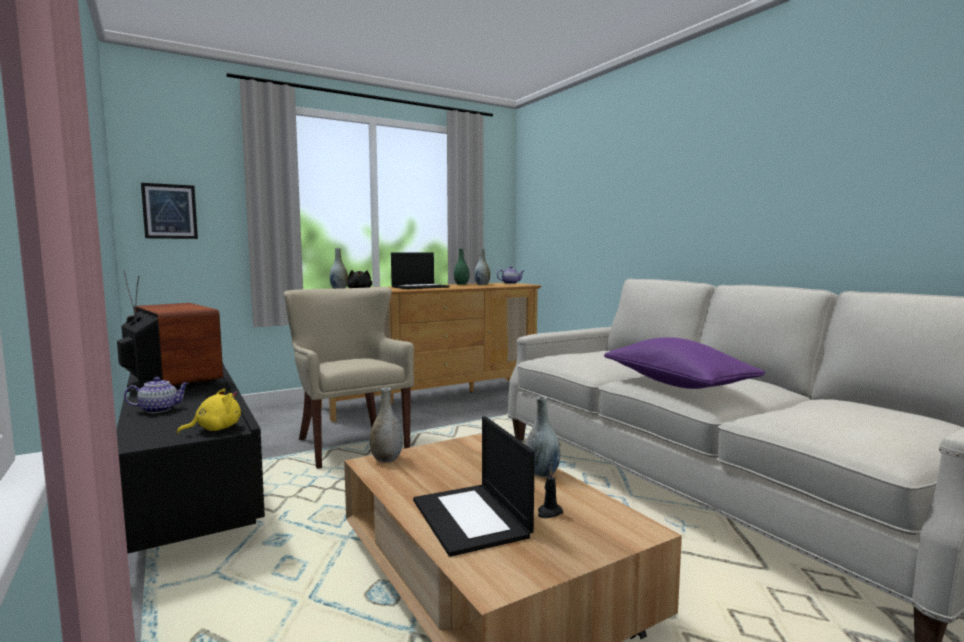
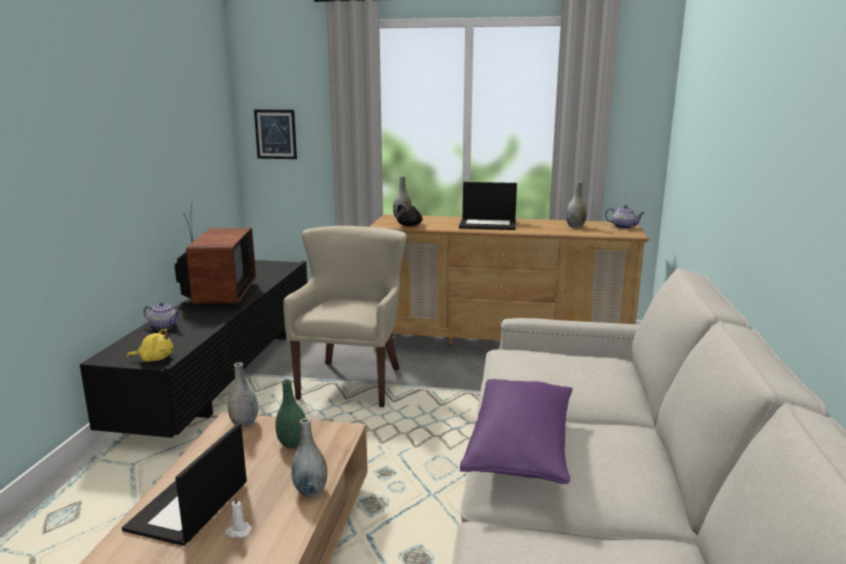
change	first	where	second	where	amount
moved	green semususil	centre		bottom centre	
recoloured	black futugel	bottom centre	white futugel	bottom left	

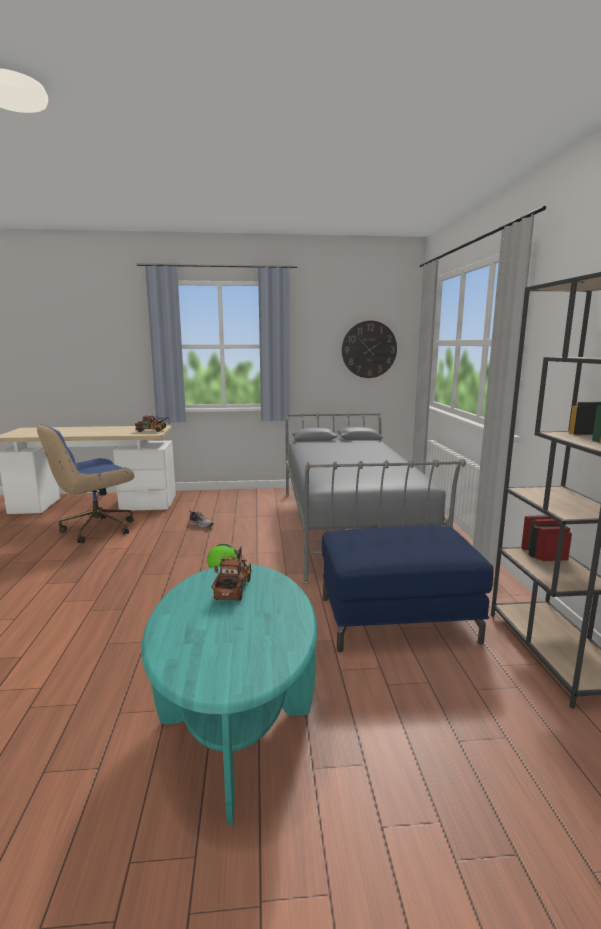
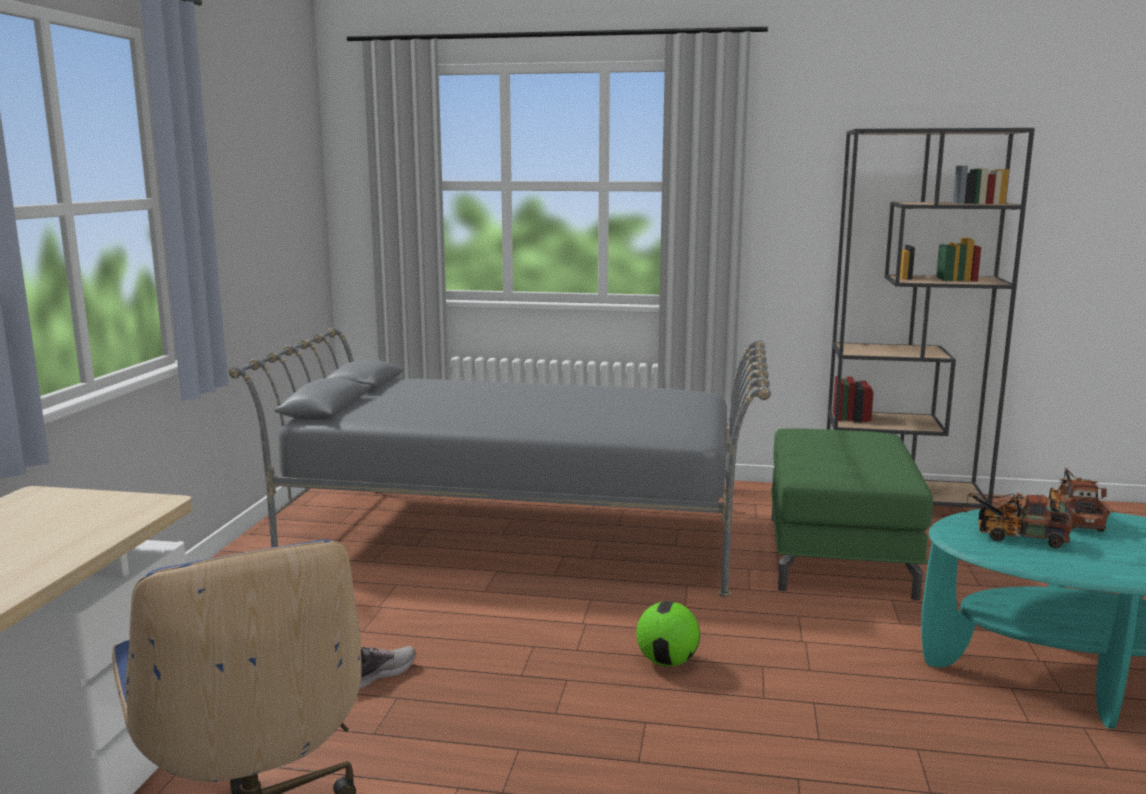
change	first	where	second	where	amount
removed	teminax	centre			
moved	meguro (1st from left in the first image)	middle left	meguro (2nd from left)	middle right	
recoloured	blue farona	middle right	green farona	middle right	

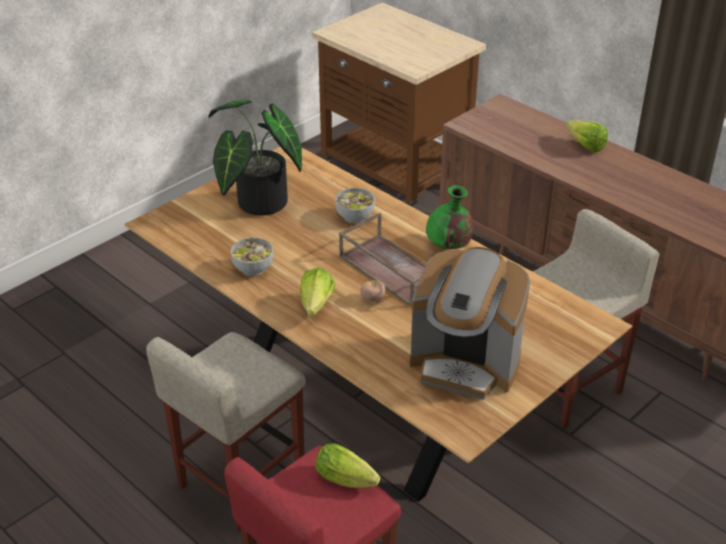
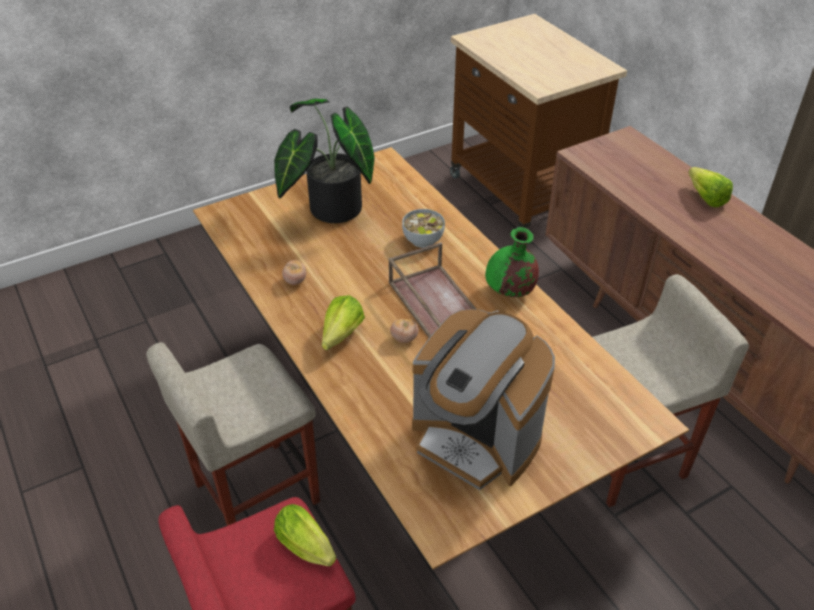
change	first	where	second	where	amount
replaced	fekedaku (1st from left)	centre	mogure (1st from left)	centre	

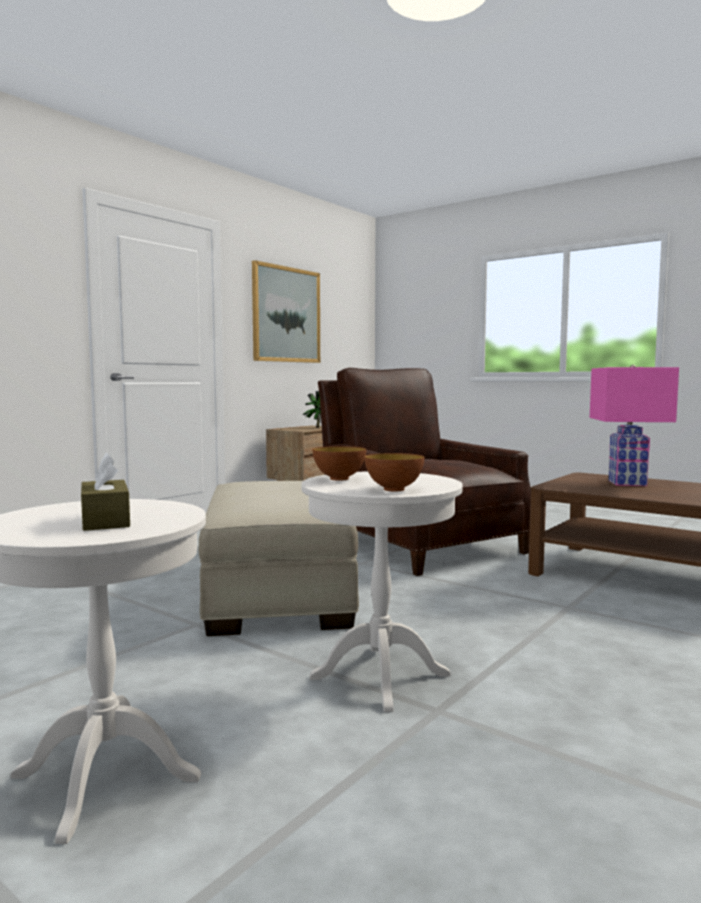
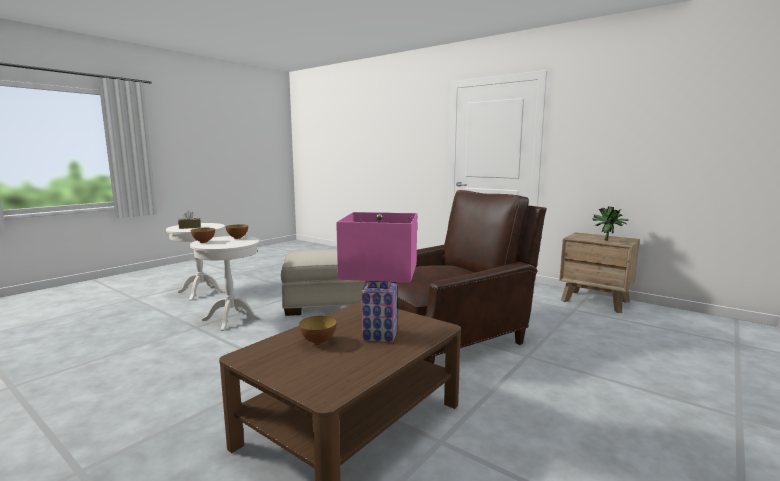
change	first	where	second	where	amount
removed	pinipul	centre			
added			fekedaku (3rd from left)	bottom centre	

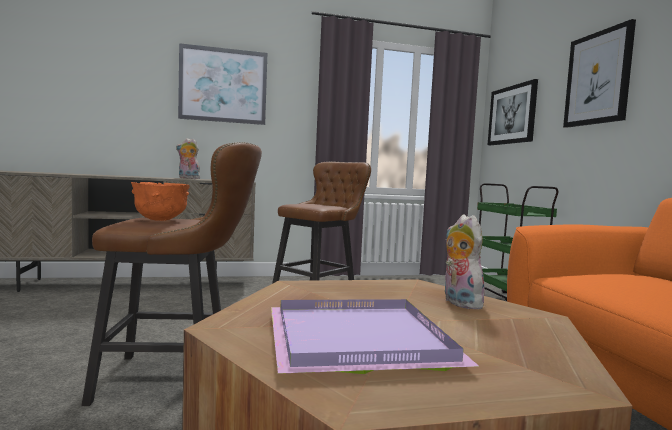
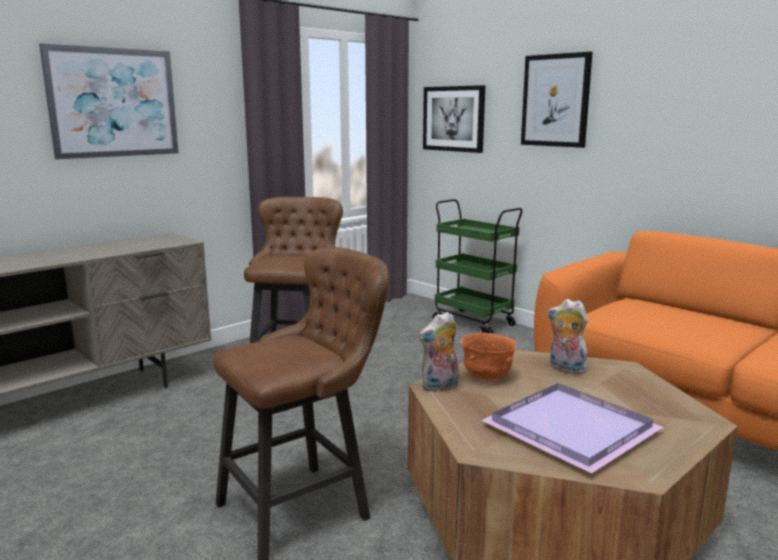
change	first	where	second	where	amount
moved	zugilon (1st from left)	middle left		centre	
moved	orange fekedaku	middle left		centre	

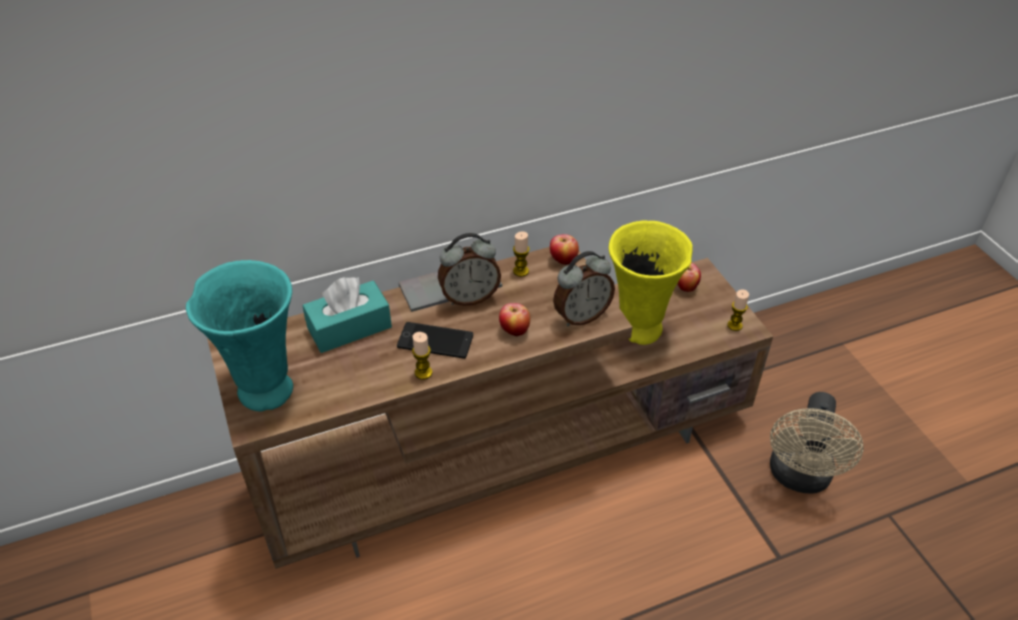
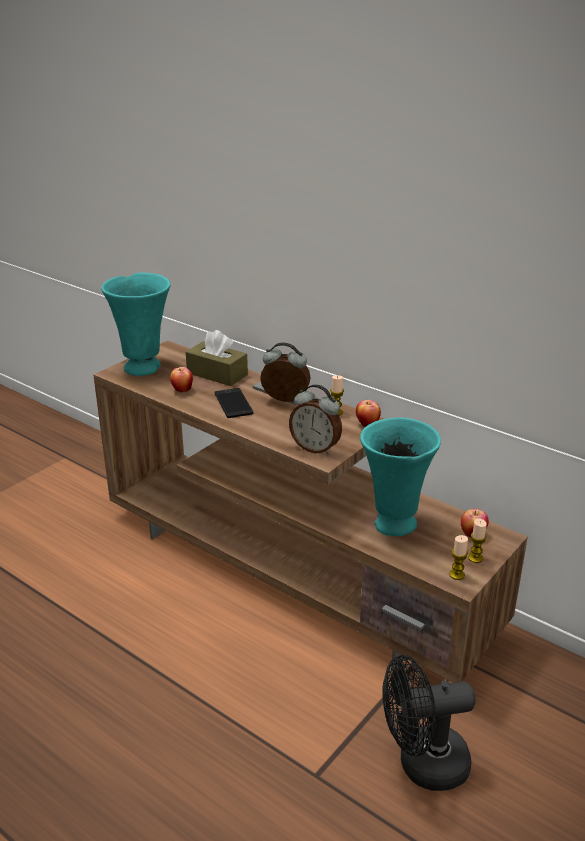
change	first	where	second	where	amount
recoloured	yellow semususil	centre	turquoise semususil (2nd from left)	middle right	
turned	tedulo (1st from left)	centre		centre	150 degrees clockwise
recoloured	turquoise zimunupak	centre	brown zimunupak	centre	
moved	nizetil (1st from left)	centre		middle left	
moved	futugel (1st from left in the first image)	centre	futugel (3rd from left)	middle right	
recoloured	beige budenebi	bottom right	black budenebi	bottom right	

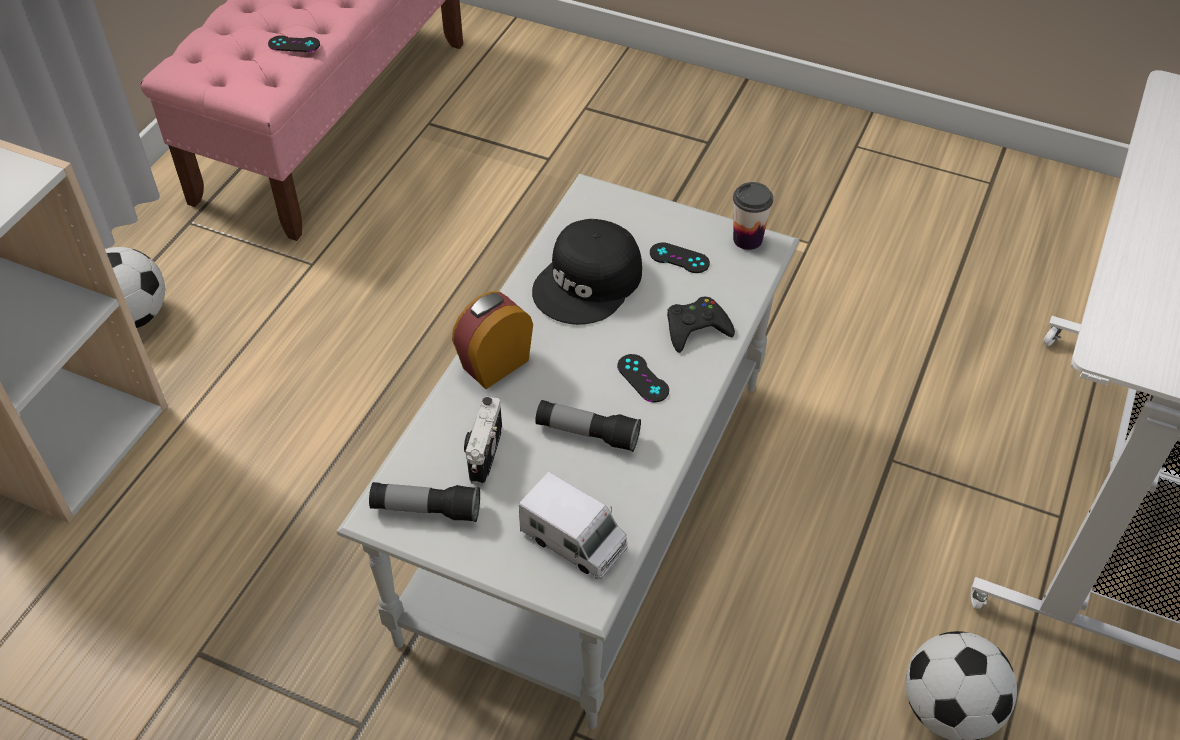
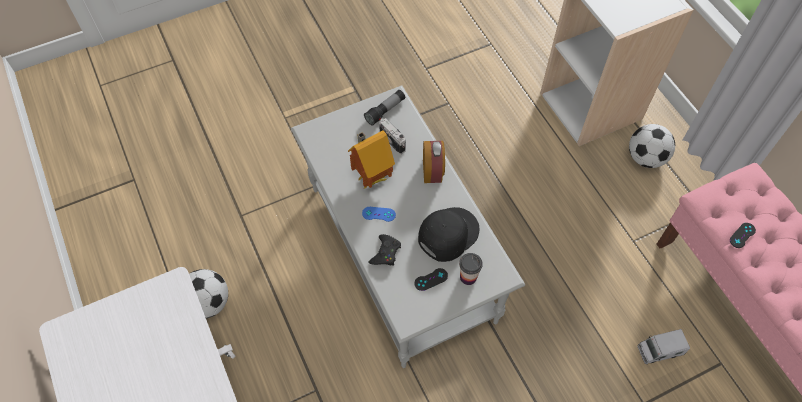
change	first	where	second	where	amount
moved	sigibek	top centre		bottom centre	
turned	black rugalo	centre		centre	60 degrees clockwise
recoloured	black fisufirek (2nd from left)	centre	blue fisufirek	centre	
replaced	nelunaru (2nd from left)	centre	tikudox	centre	
moved	meguro	bottom centre		bottom right	

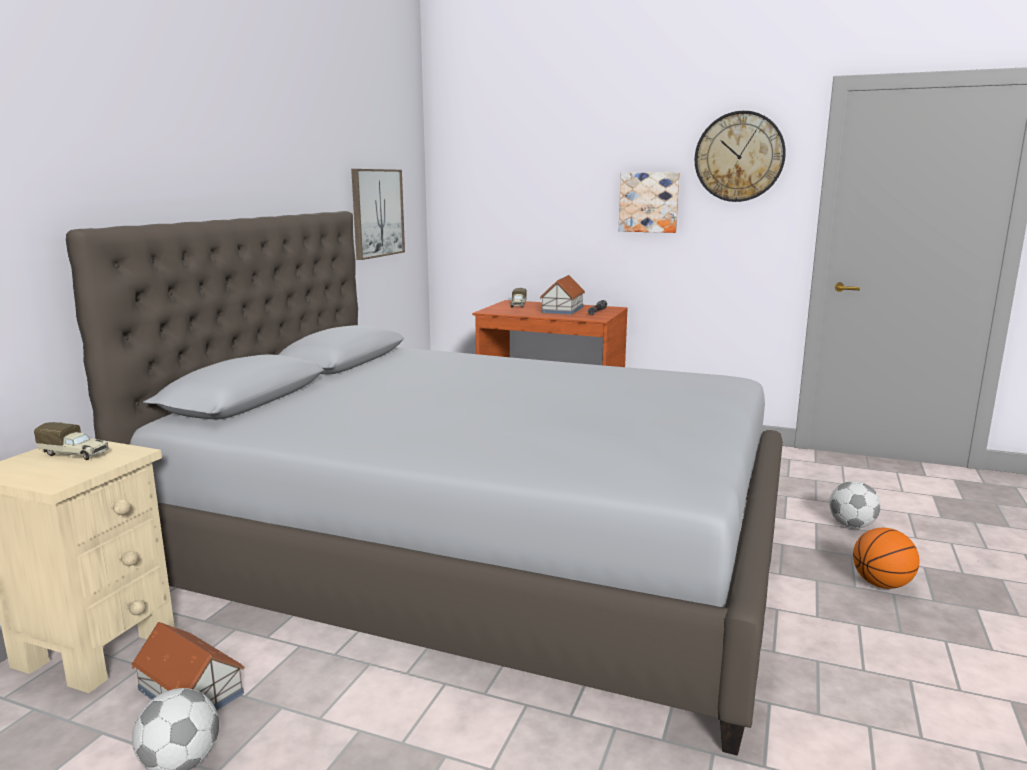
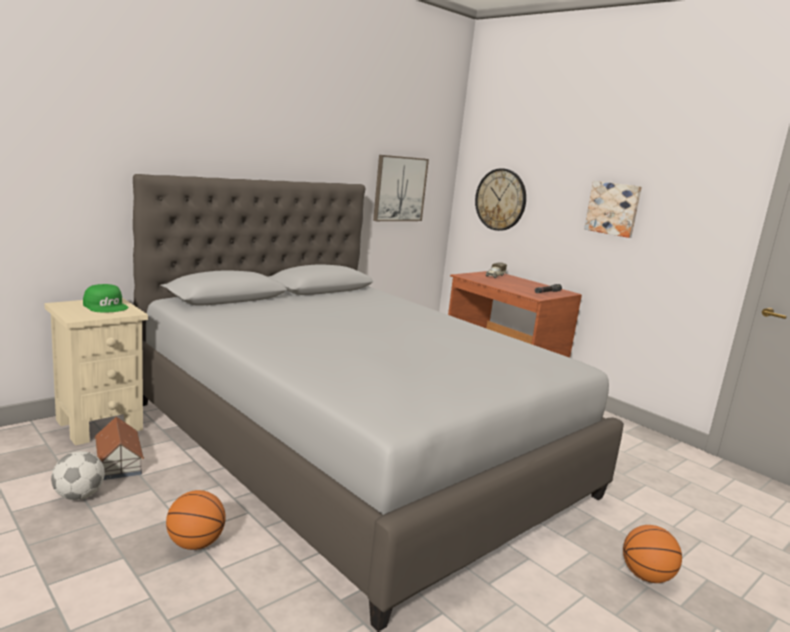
change	first	where	second	where	amount
moved	teminax	top right		top centre	
removed	tikudox (2nd from left)	centre			
replaced	meguro (1st from left)	middle left	green rugalo	middle left	
removed	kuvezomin (2nd from left)	middle right			
added			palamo (1st from left)	bottom left	

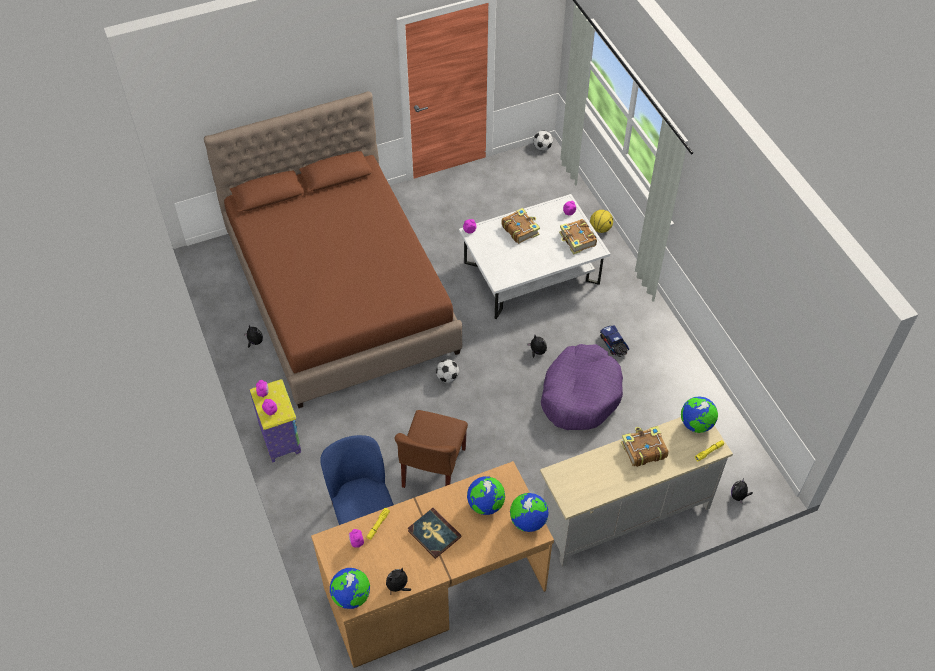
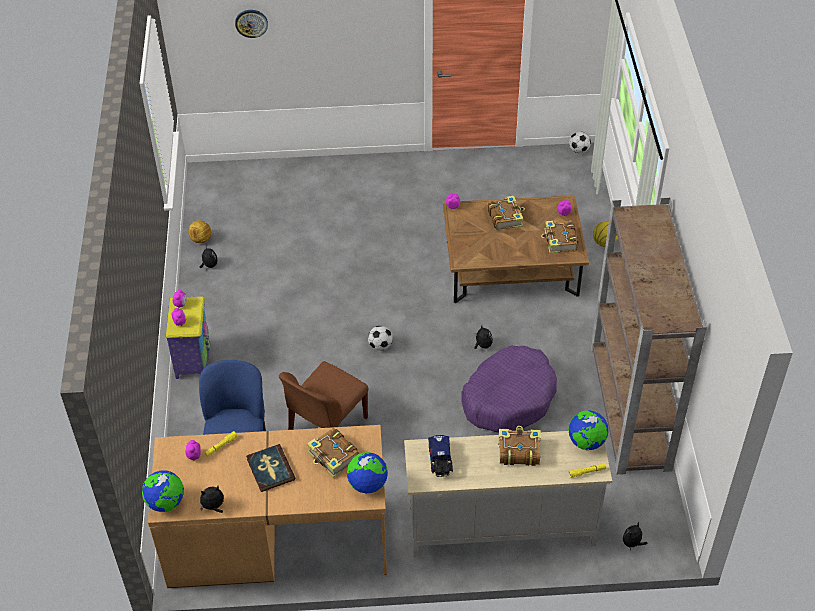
change	first	where	second	where	amount
removed	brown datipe	centre			
recoloured	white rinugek	centre	brown rinugek	centre	
moved	meguro	centre		bottom centre	
replaced	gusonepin (2nd from left)	bottom centre	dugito (2nd from left)	bottom centre	
added			teminax	top left	
added			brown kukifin	middle right	
added			kuvezomin (1st from left)	middle left	

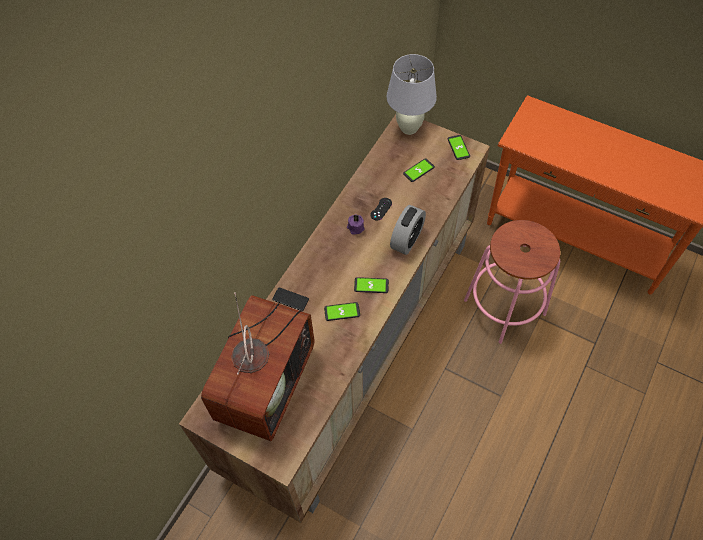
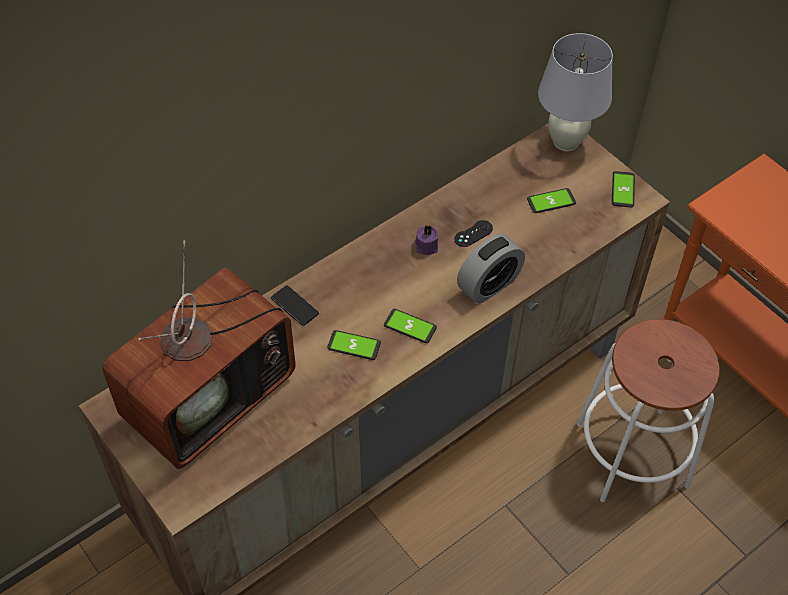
change	first	where	second	where	amount
recoloured	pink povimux	middle right	white povimux	bottom right	

